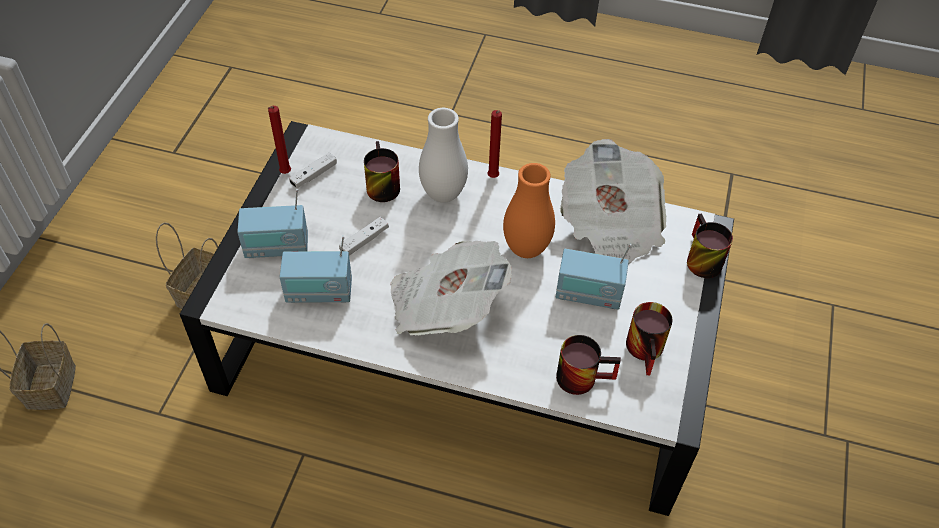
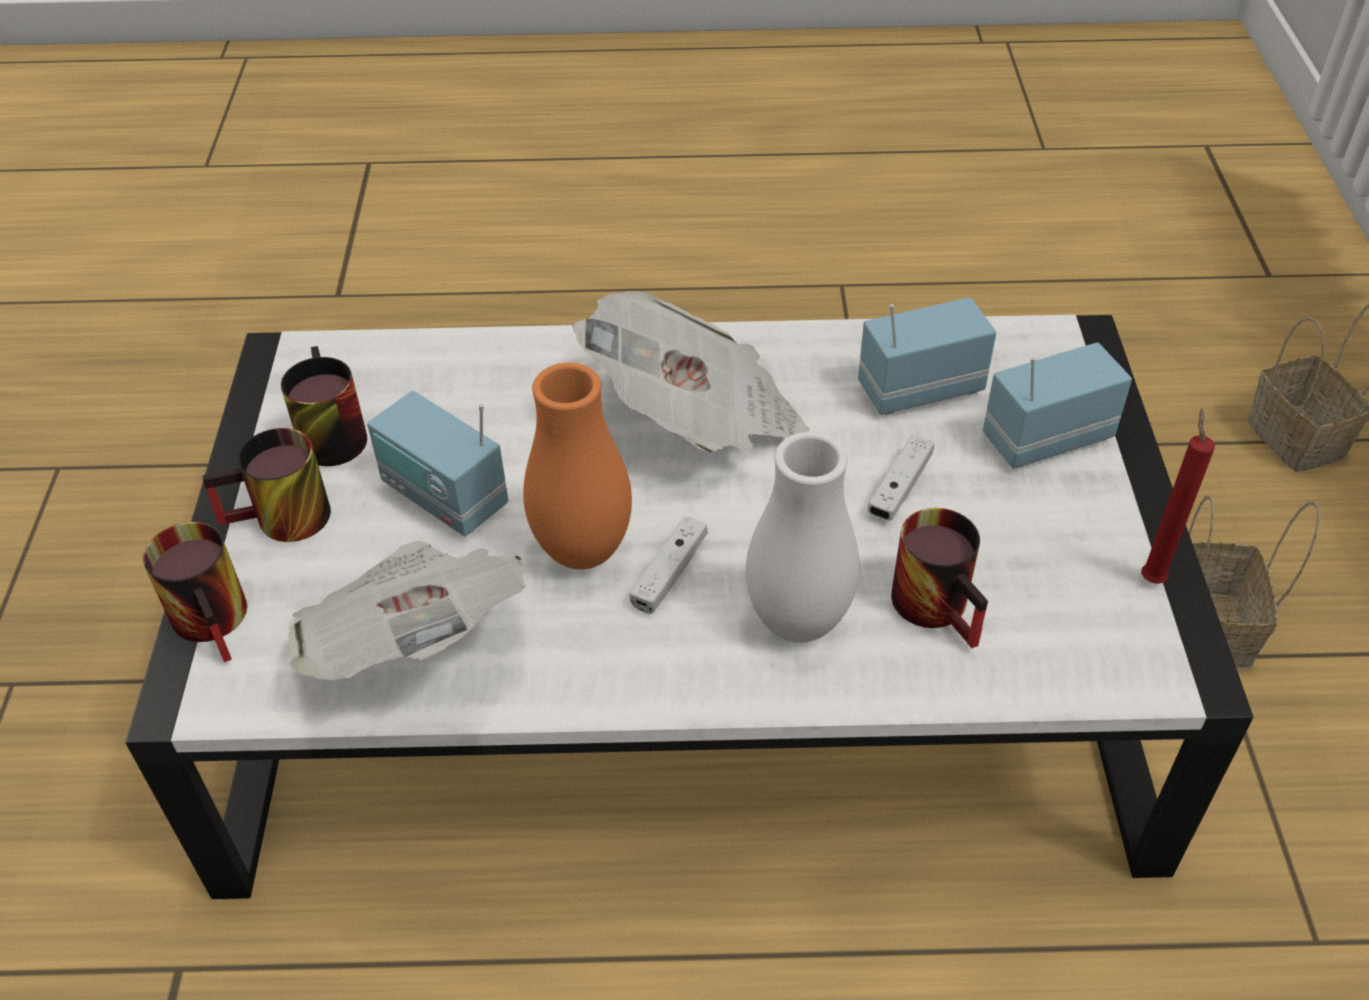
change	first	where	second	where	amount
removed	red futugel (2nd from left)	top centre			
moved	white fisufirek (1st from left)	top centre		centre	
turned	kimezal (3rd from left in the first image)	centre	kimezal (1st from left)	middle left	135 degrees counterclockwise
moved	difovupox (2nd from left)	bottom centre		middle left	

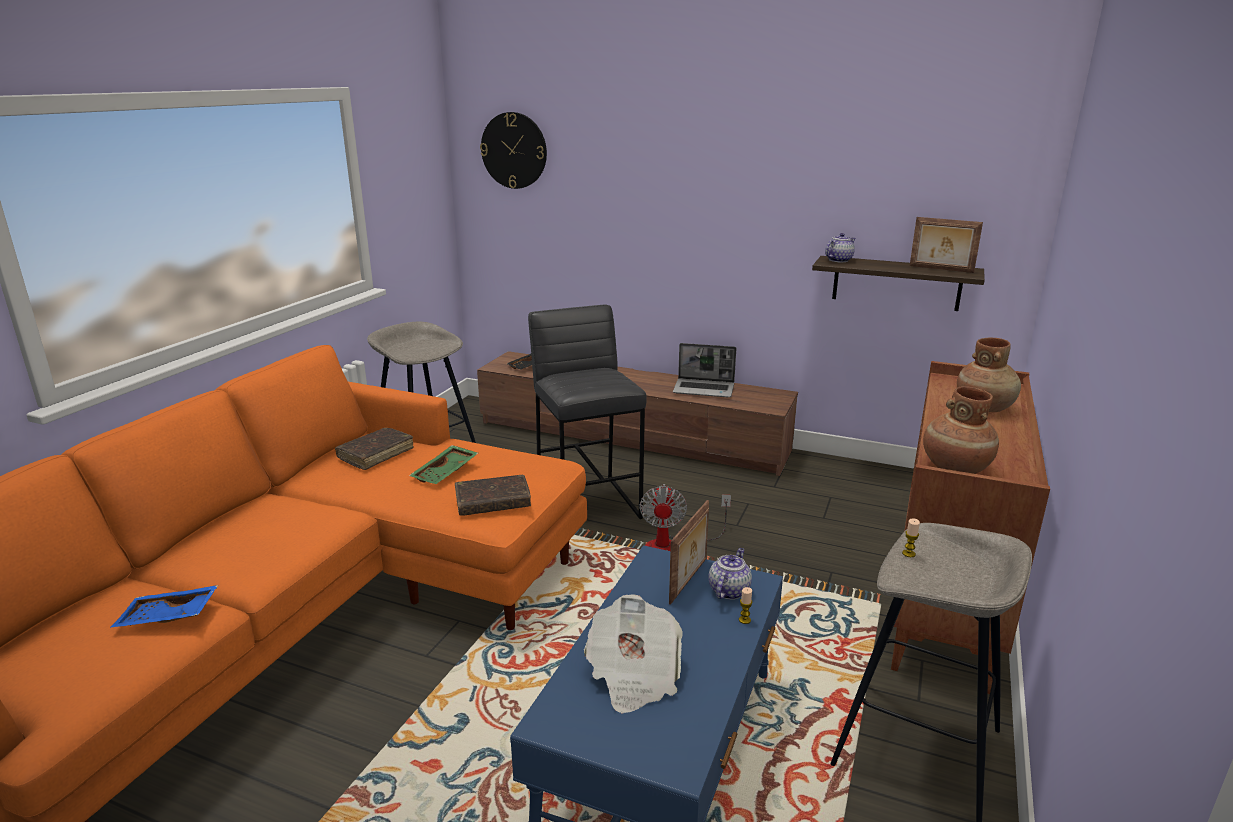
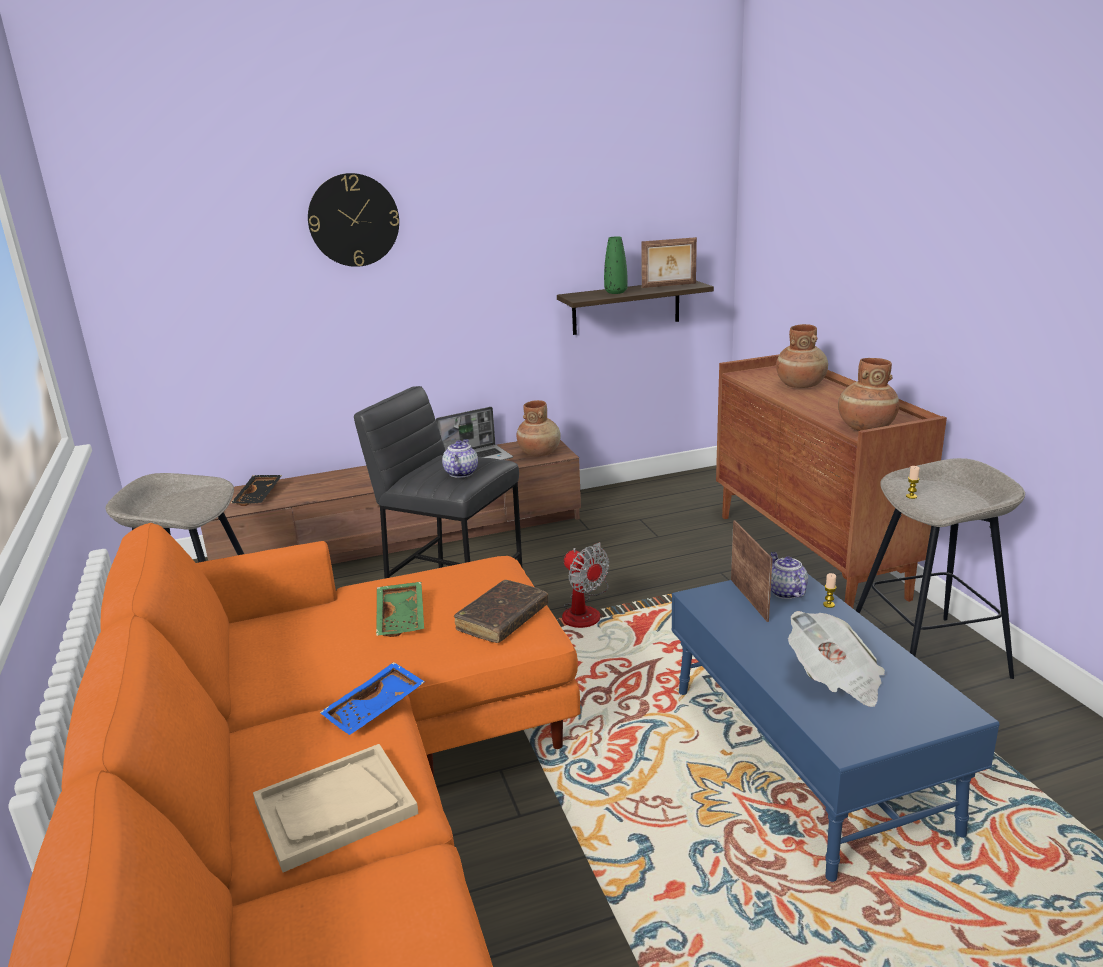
change	first	where	second	where	amount
moved	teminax	top centre		top left	
moved	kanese (2nd from left in the first image)	top right	kanese (1st from left)	centre	
removed	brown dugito (1st from left)	middle left			
moved	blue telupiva	bottom left		bottom centre	
added			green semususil	top centre	
added			brown semususil (1st from left)	centre	
added			beige telupiva	bottom left	

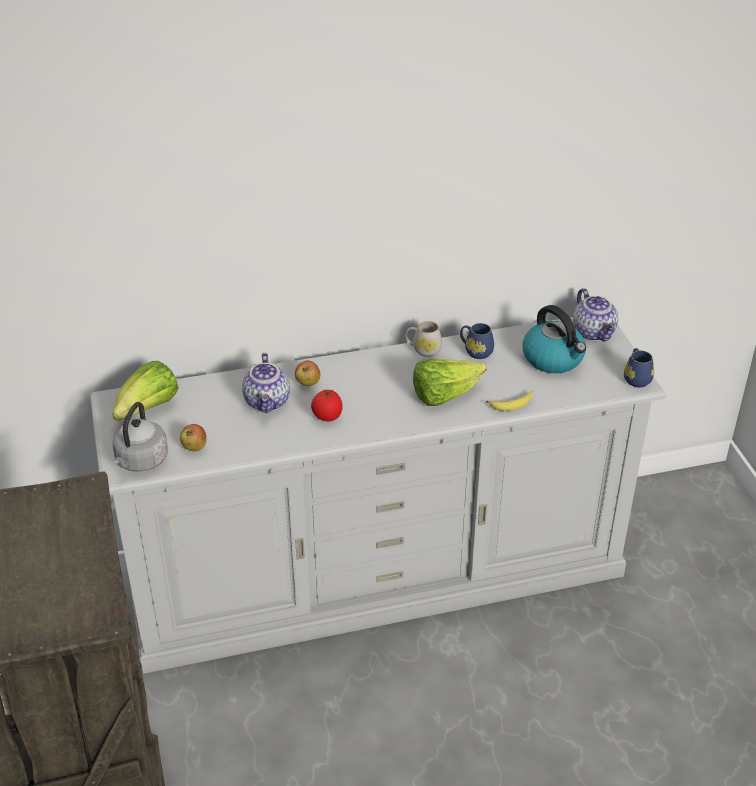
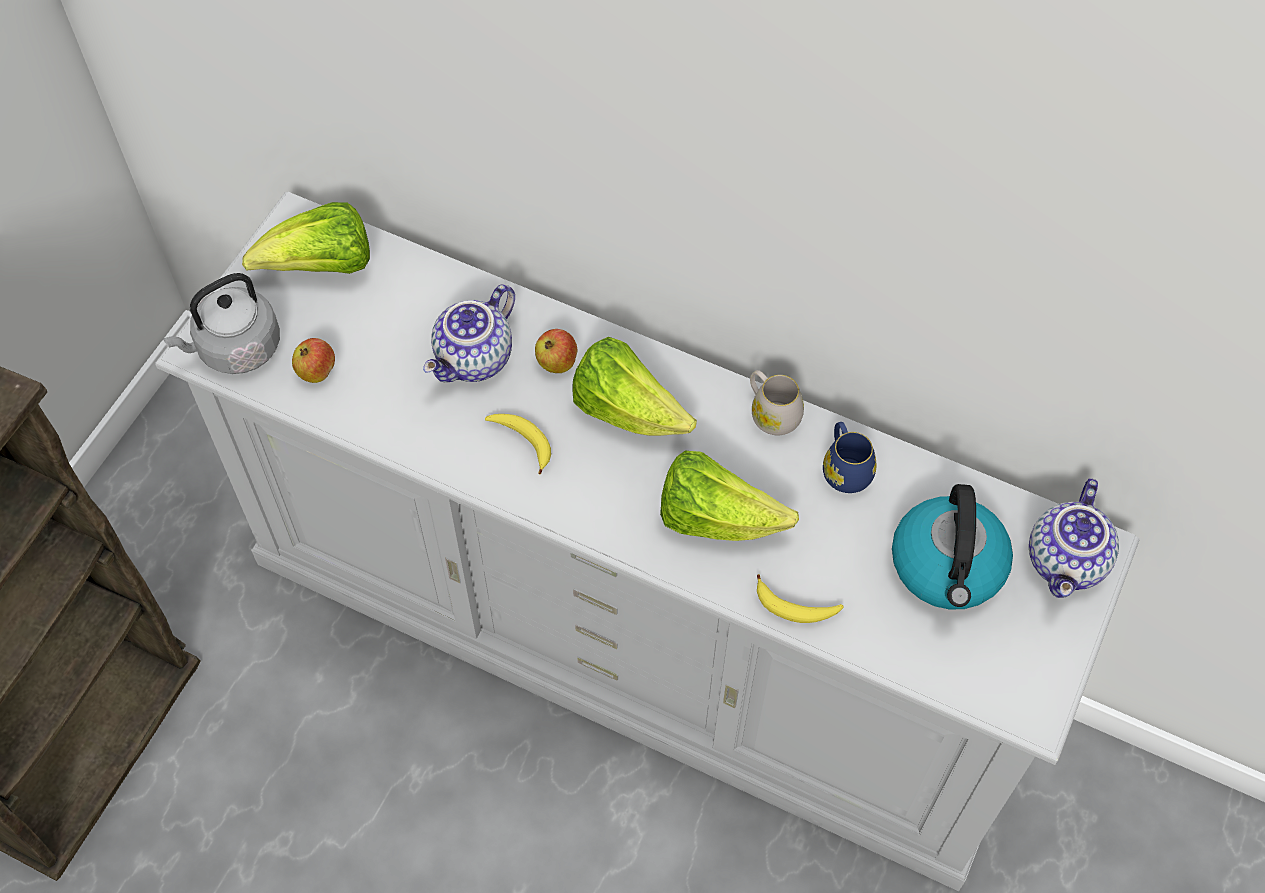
change	first	where	second	where	amount
removed	blue difovupox (2nd from left)	middle right			
replaced	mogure	centre	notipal (1st from left)	centre	
added			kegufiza (2nd from left)	centre	

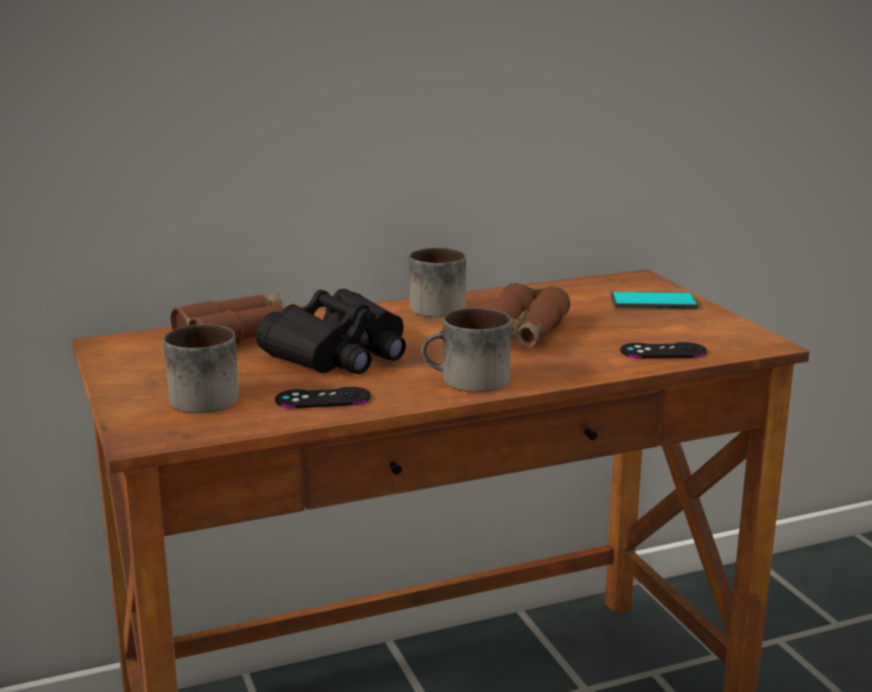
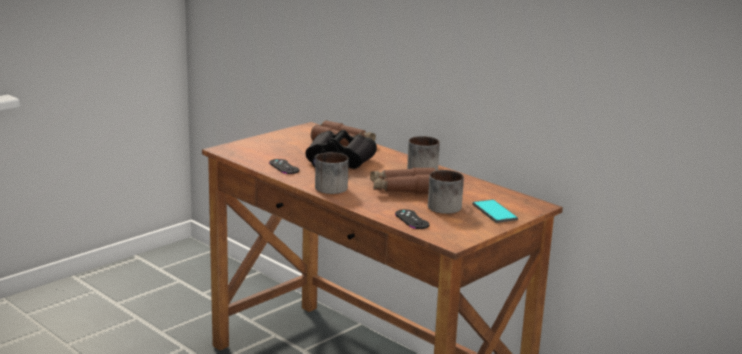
change	first	where	second	where	amount
moved	difovupox (1st from left in the first image)	middle left	difovupox (3rd from left)	centre	

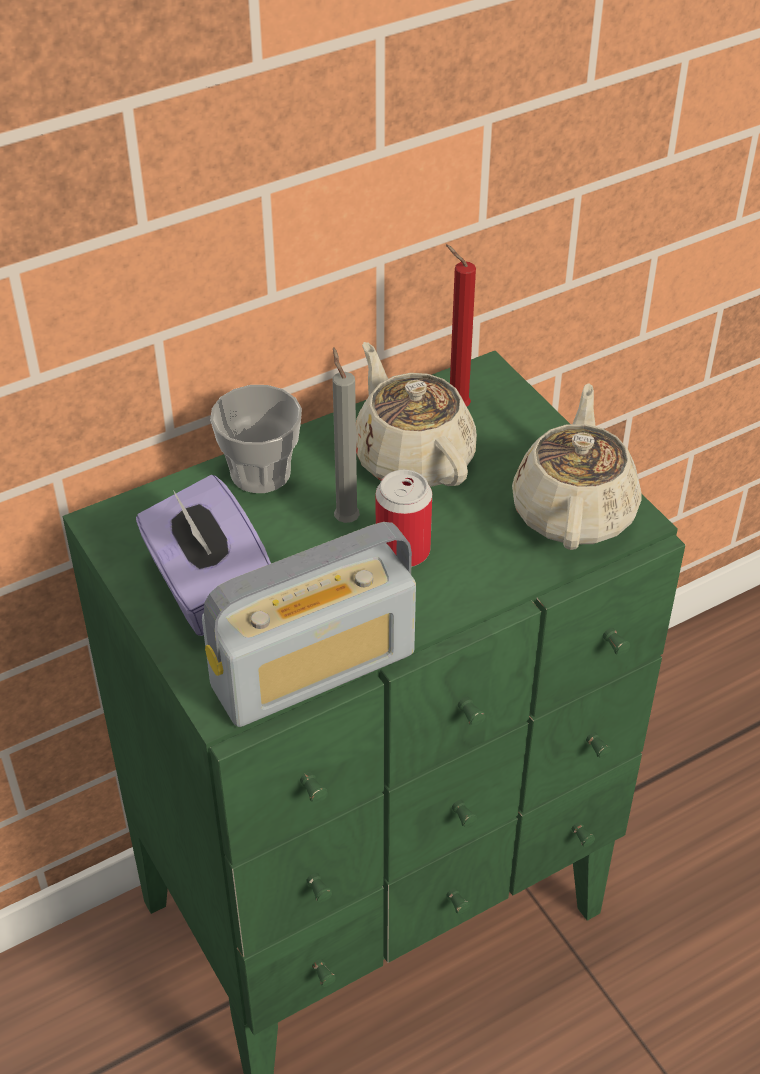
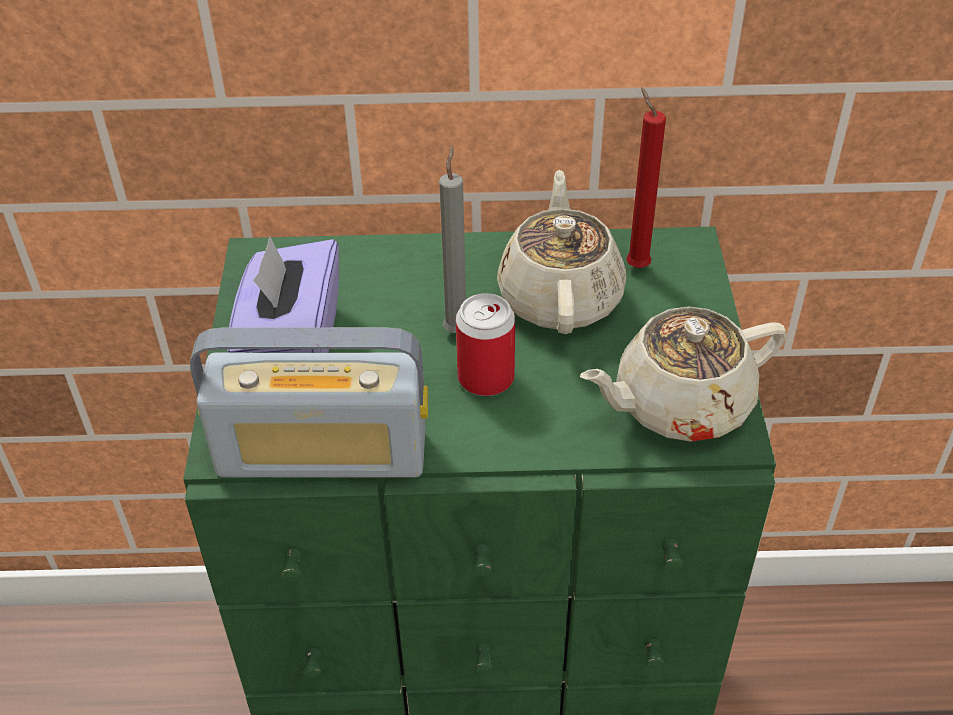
change	first	where	second	where	amount
turned	beige kanese (2nd from left)	middle right		middle right	150 degrees counterclockwise
removed	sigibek	centre			

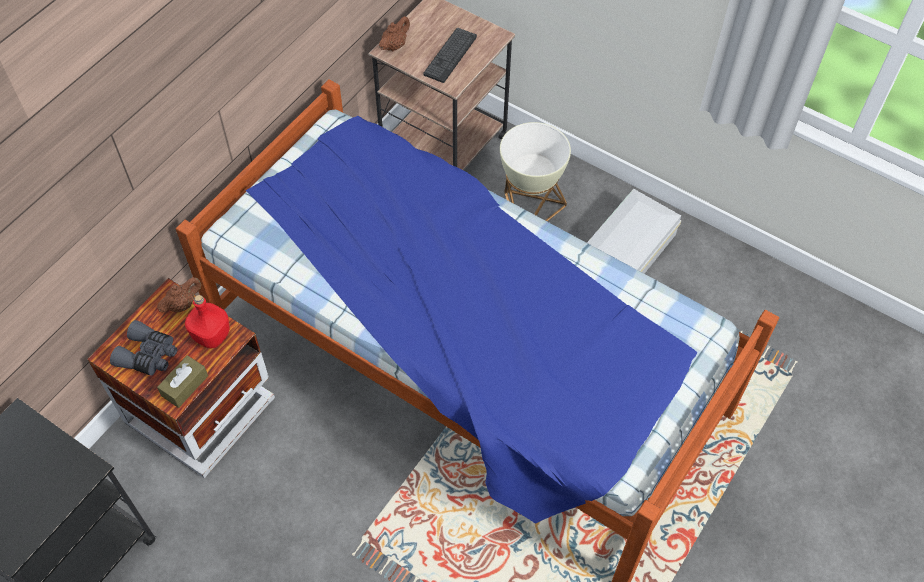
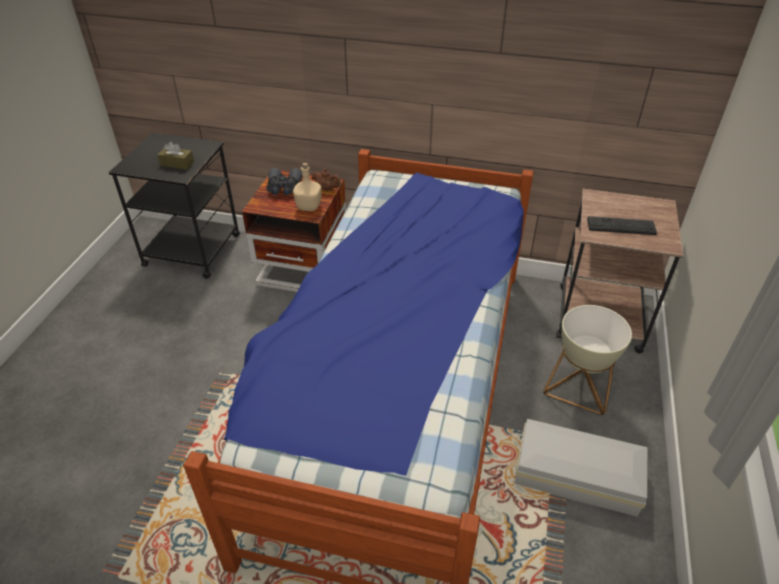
change	first	where	second	where	amount
removed	brown kanese (2nd from left)	top centre			
recoloured	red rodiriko	middle left	beige rodiriko	top centre	
moved	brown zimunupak	middle left		top left	

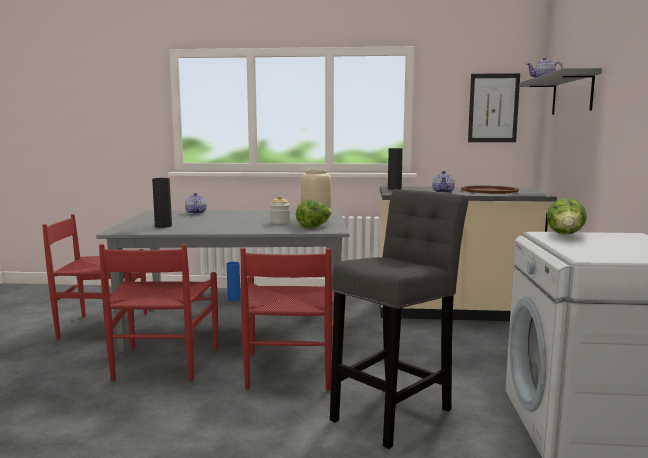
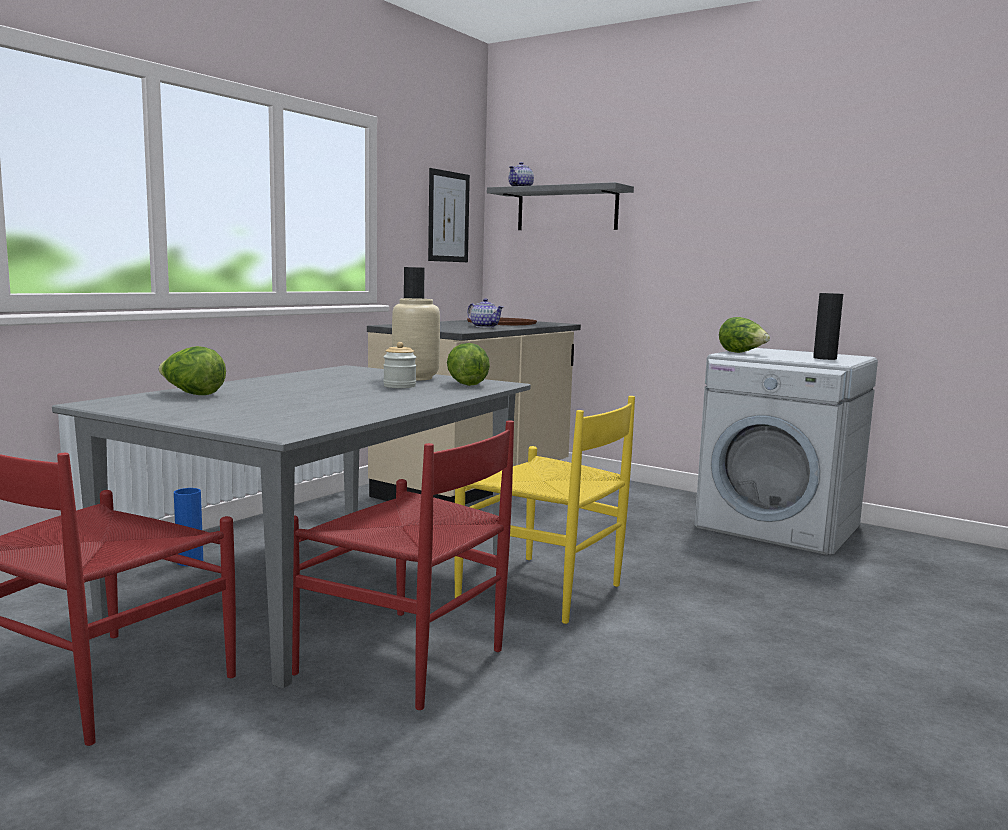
change	first	where	second	where	amount
moved	black semususil (1st from left in the first image)	middle left	black semususil (2nd from left)	middle right	
removed	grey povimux	bottom centre			
replaced	kanese (1st from left)	middle left	kegufiza (1st from left)	middle left	
recoloured	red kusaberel (3rd from left)	bottom centre	yellow kusaberel	centre	

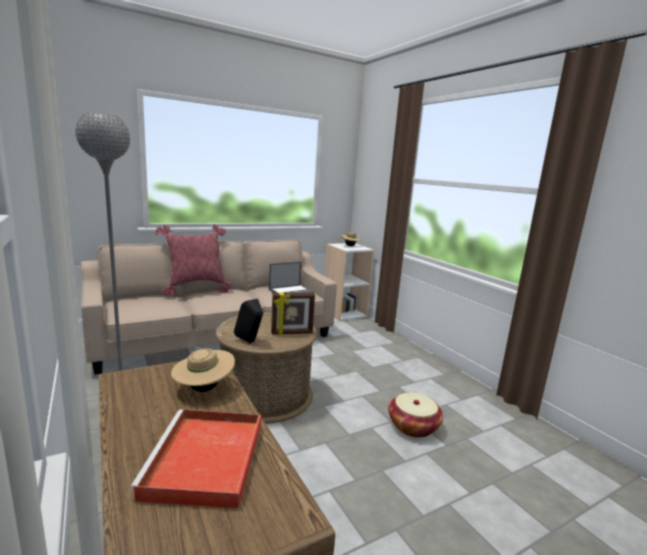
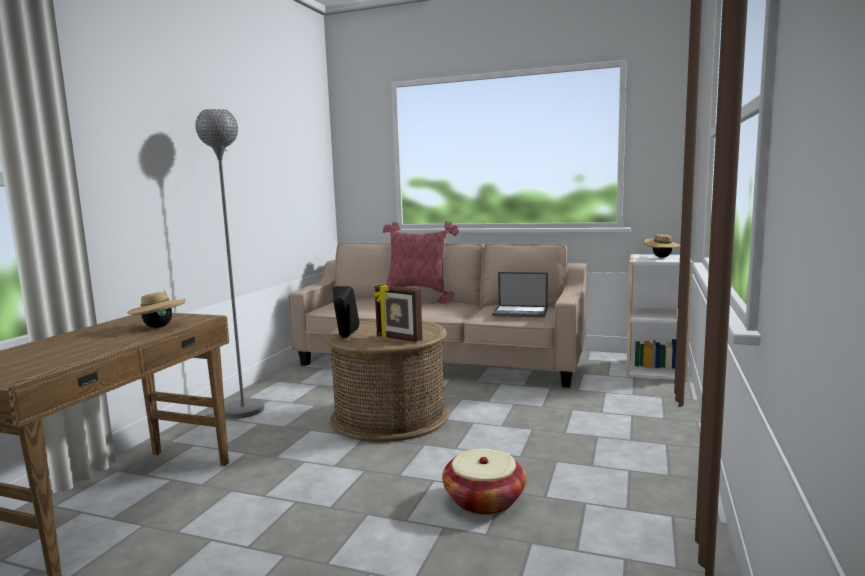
change	first	where	second	where	amount
removed	red telupiva	bottom left			

